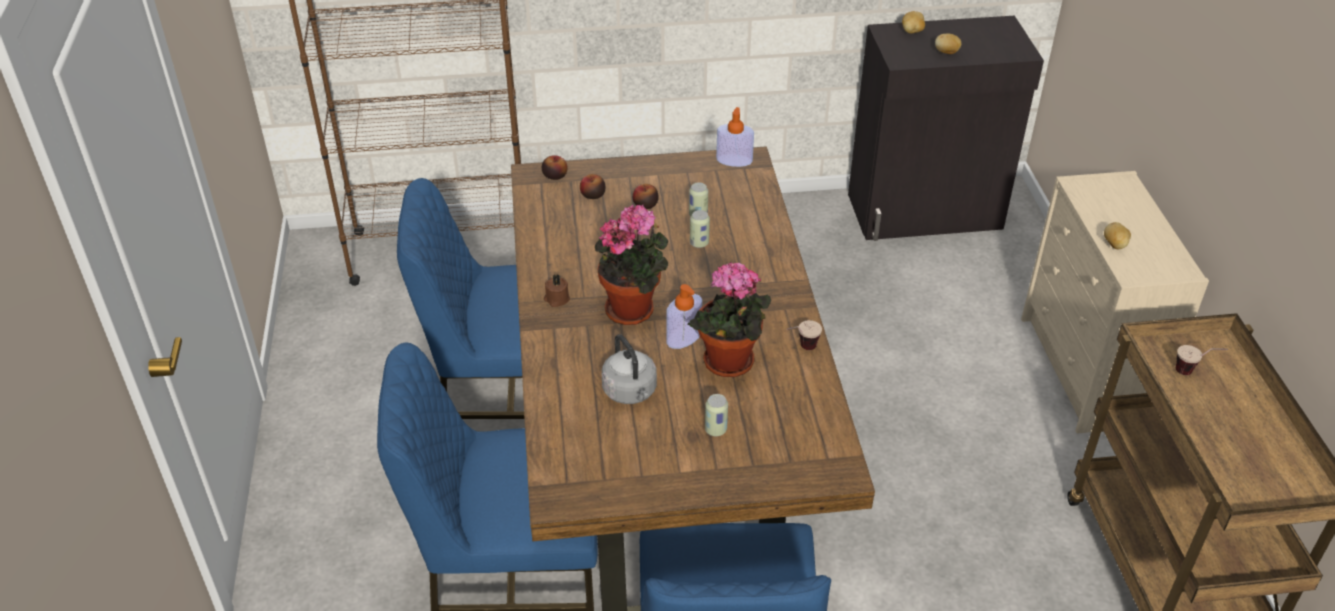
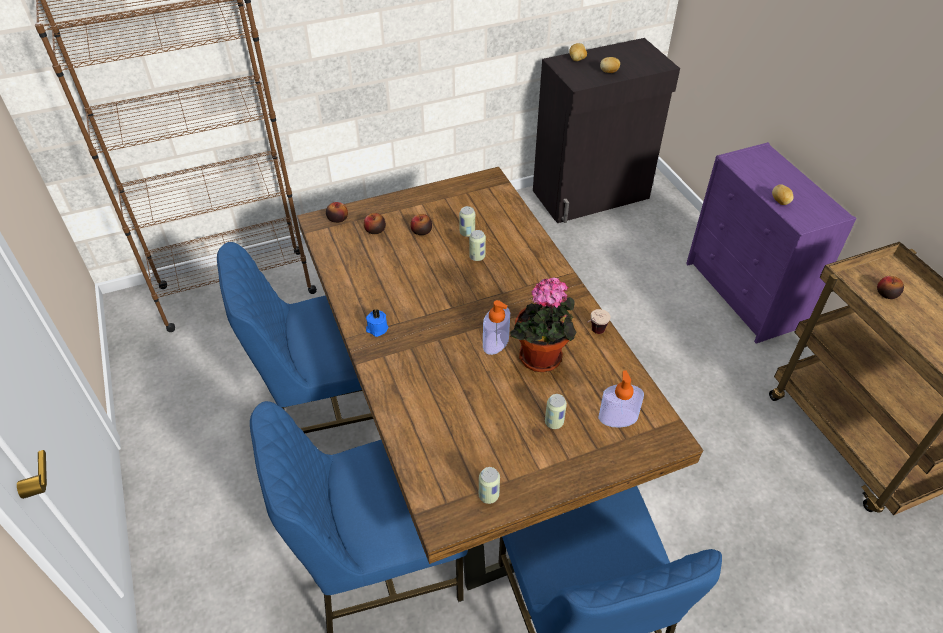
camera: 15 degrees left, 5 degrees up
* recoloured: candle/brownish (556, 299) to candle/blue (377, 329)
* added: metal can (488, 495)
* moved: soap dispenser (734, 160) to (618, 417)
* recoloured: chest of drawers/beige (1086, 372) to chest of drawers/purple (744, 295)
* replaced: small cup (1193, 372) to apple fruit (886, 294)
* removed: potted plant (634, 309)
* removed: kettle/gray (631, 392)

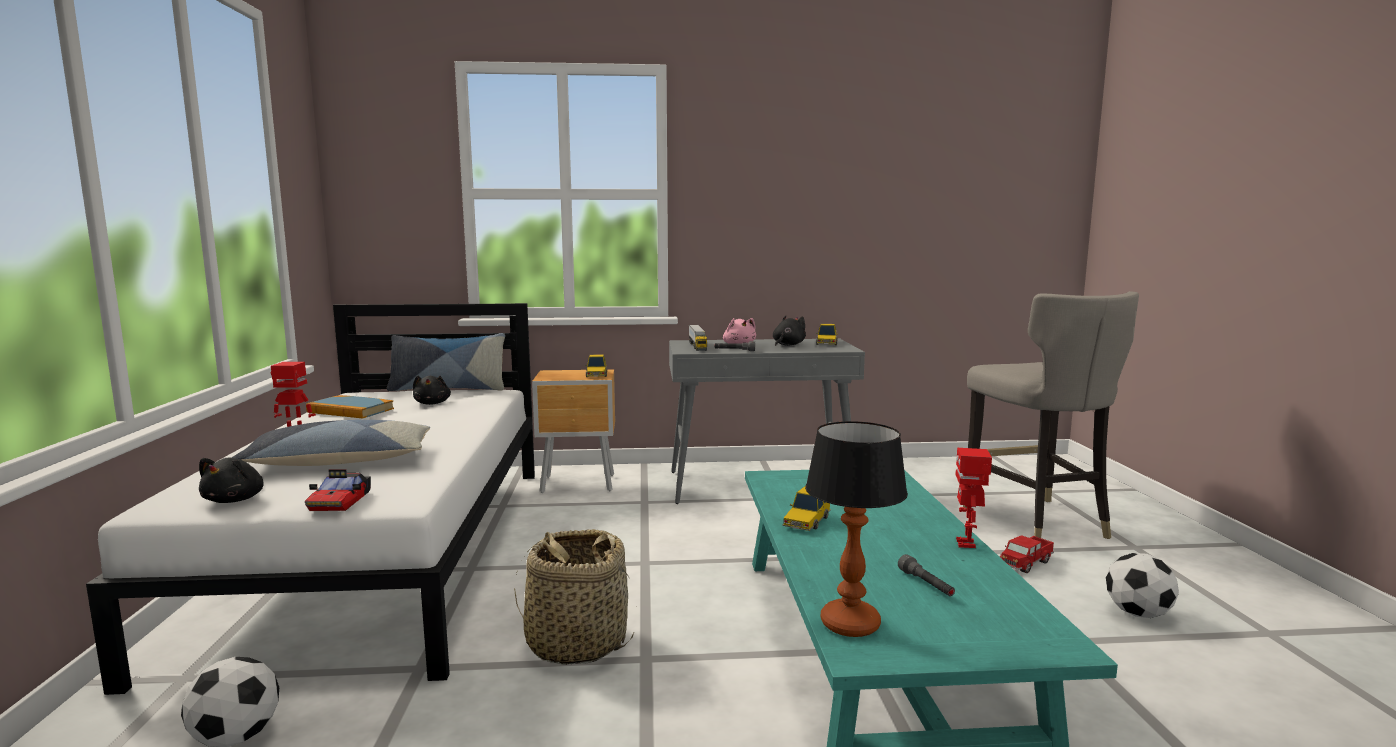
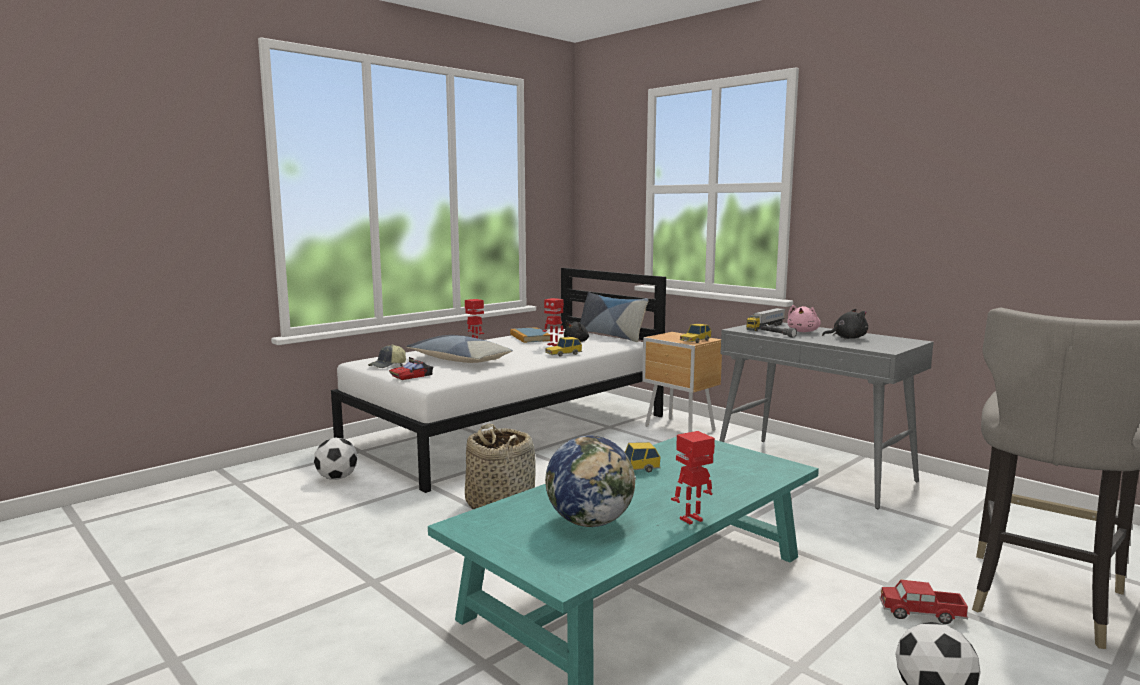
camera: 50 degrees right, 0 degrees up
* replaced: plush toy/black (236, 500) to cap (388, 365)
* added: model robot (553, 344)
* moved: toy car (826, 343) to (563, 354)
* replaced: flashlight/gray (926, 584) to world globe (590, 522)
* removed: lamp for a table (848, 624)

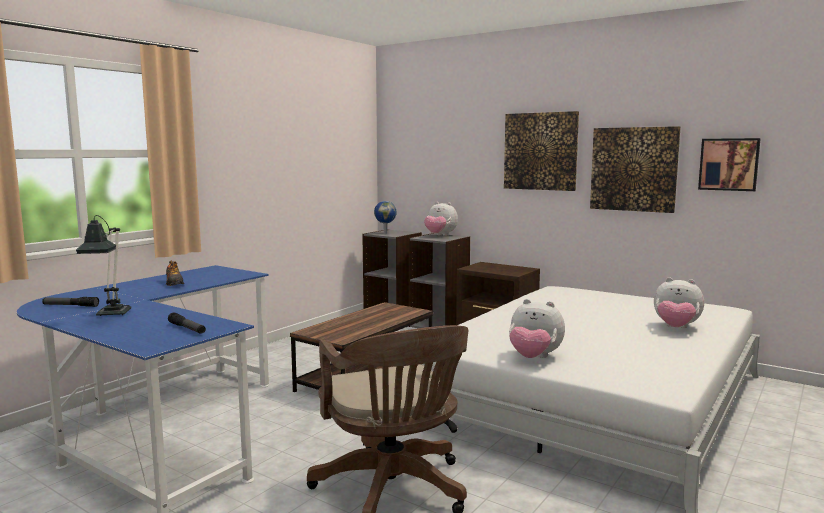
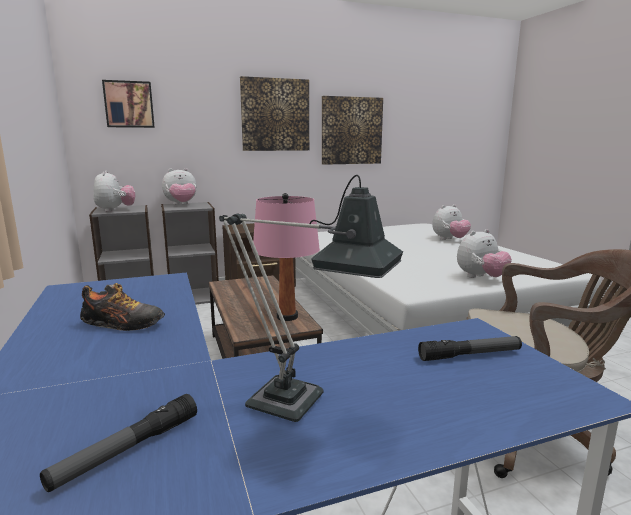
camera: 55 degrees left, 5 degrees up
* replaced: world globe (385, 233) to plush toy (115, 210)
* moved: wall picture (729, 164) to (129, 104)
* added: lamp for a table/pink-coloured (287, 317)

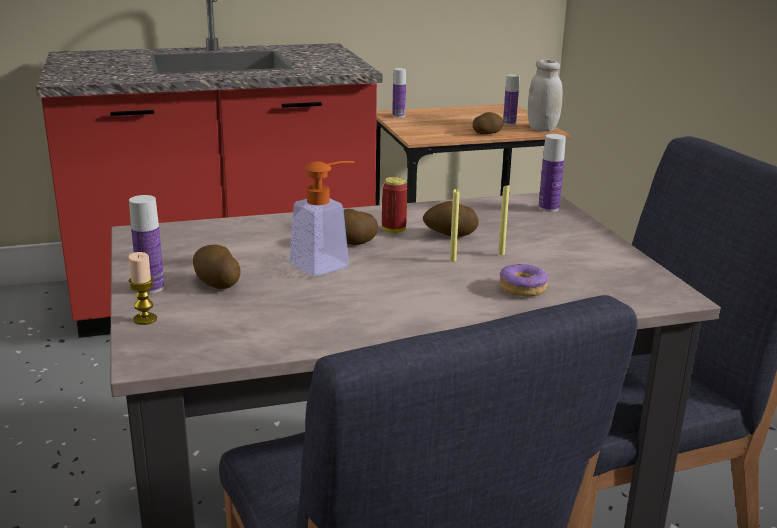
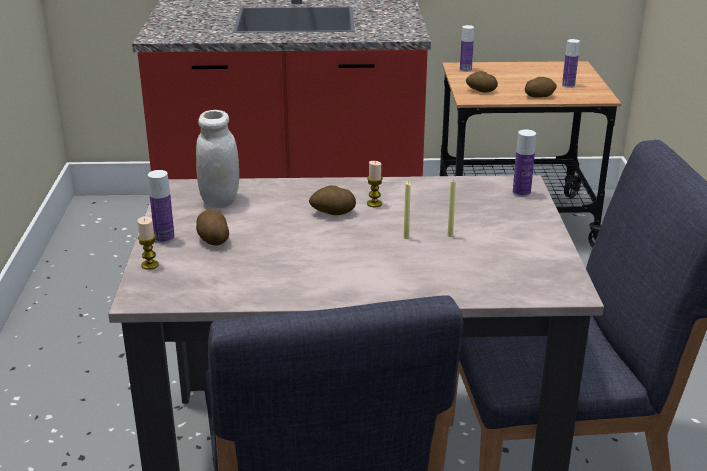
camera: 15 degrees right, 5 degrees up
* moved: jar/white (542, 129) to (220, 200)
* replaced: metal can (393, 230) to candle (374, 204)
* moved: potato (450, 234) to (481, 91)
* removed: soap dispenser (327, 263)
* removed: doughnut (523, 288)

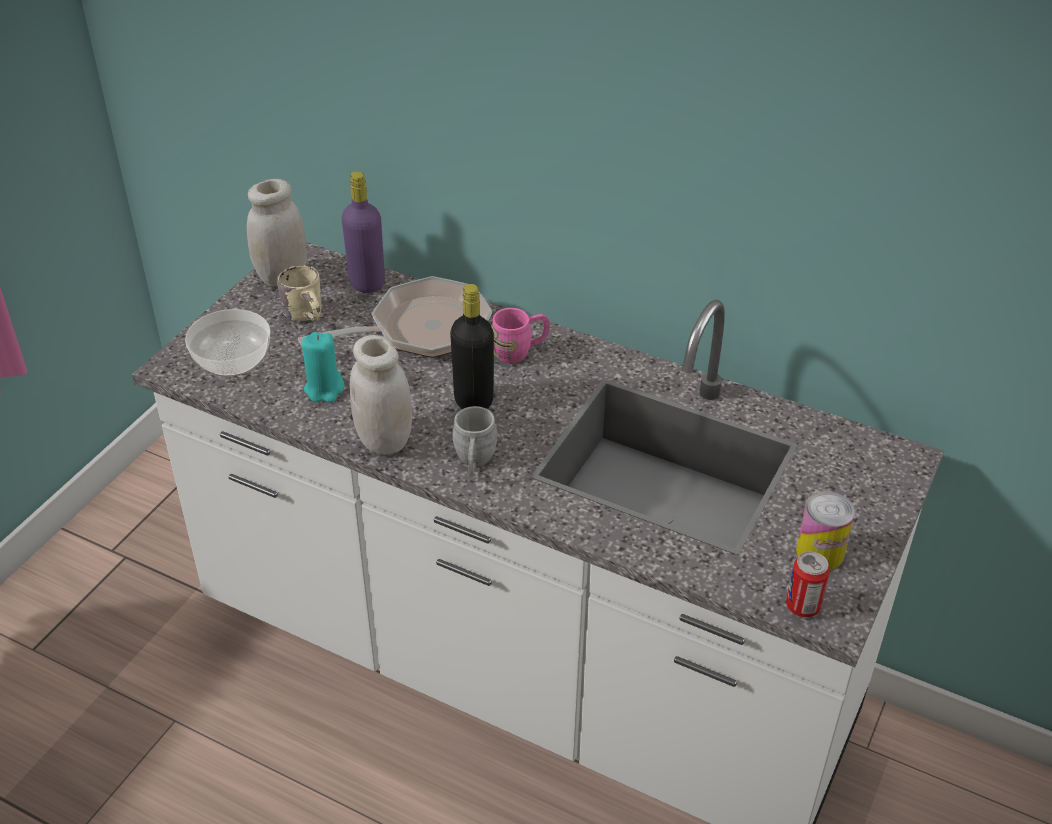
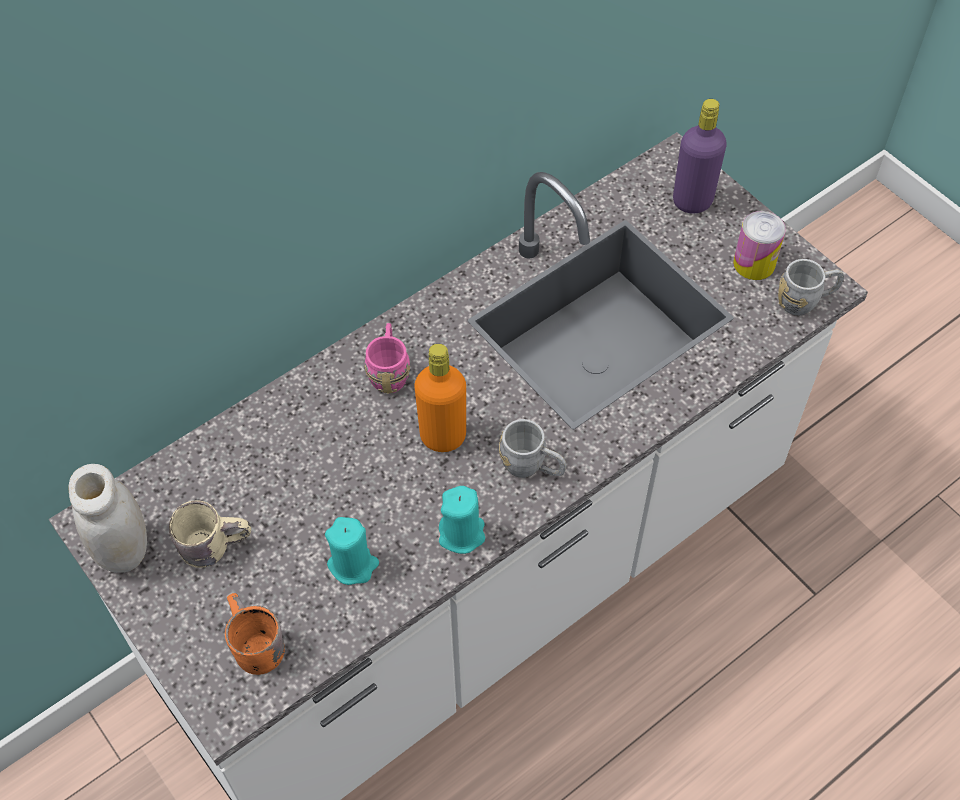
camera: 65 degrees left, 15 degrees up
* replaced: deep dish (231, 360) to tea mug/orangey (251, 645)
* recoloured: bottle/black (473, 400) to bottle/orangey (443, 436)
* replaced: jar/white (384, 440) to candle/turquoise-coloured (462, 534)
* moved: bottle/purple (367, 283) to (692, 201)
* replaced: metal can (802, 606) to tea mug/gray (806, 301)
* removed: skillet (420, 330)

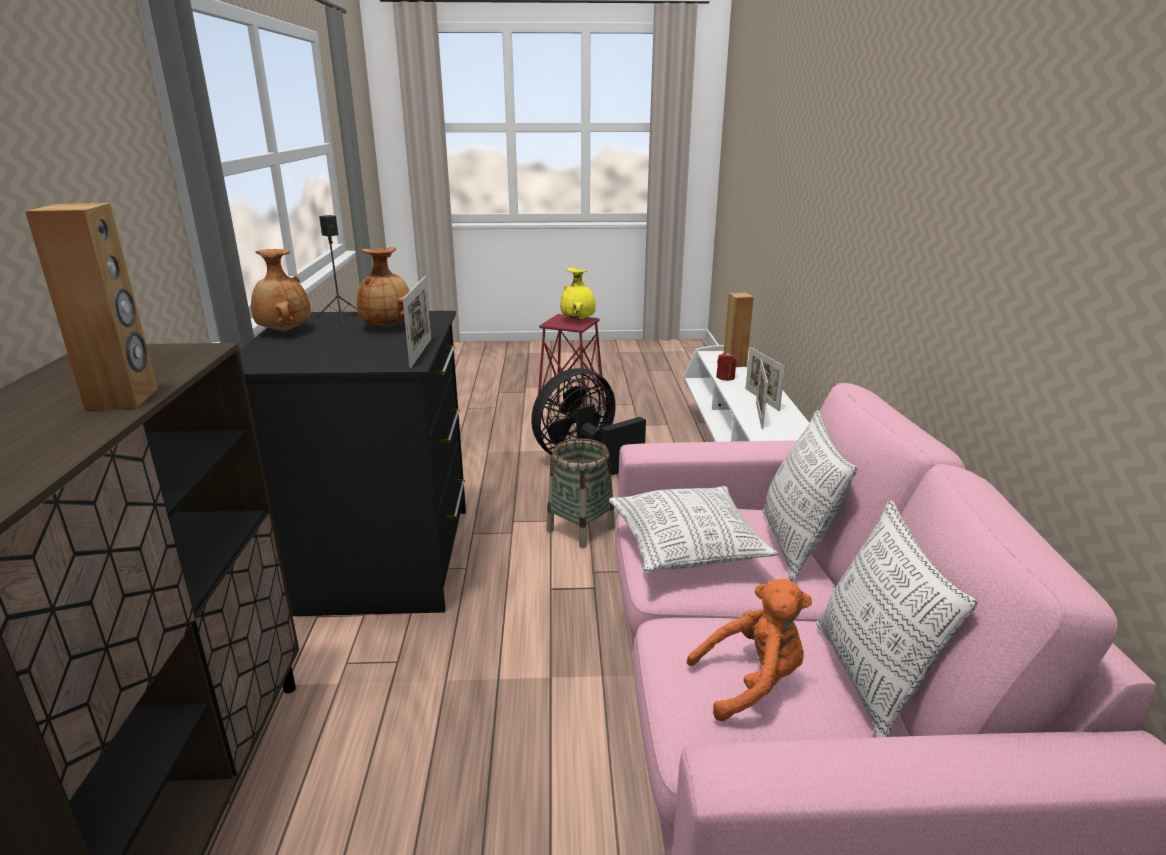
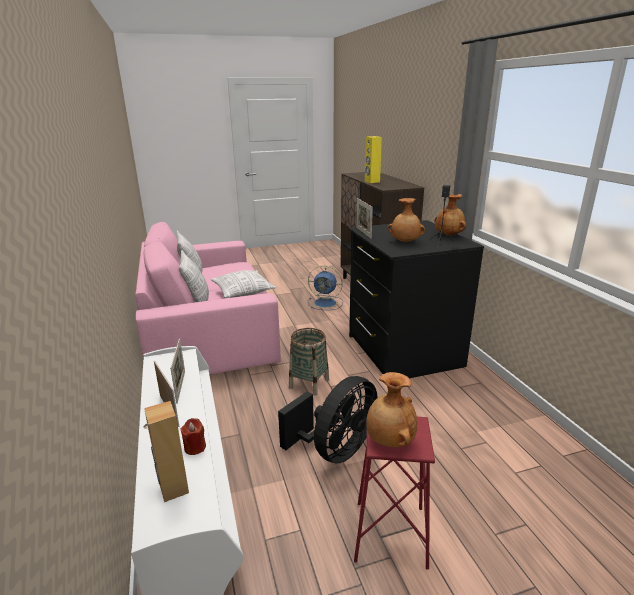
camera: 165 degrees right, 0 degrees up
* added: fan/blue (326, 303)
* recoloured: audio speaker/brownish (123, 399) to audio speaker/yellow-coloured (372, 181)
* recoloured: vase/yellow-coloured (578, 320) to vase/brownish (389, 440)
* removed: plush toy/orangey (751, 682)

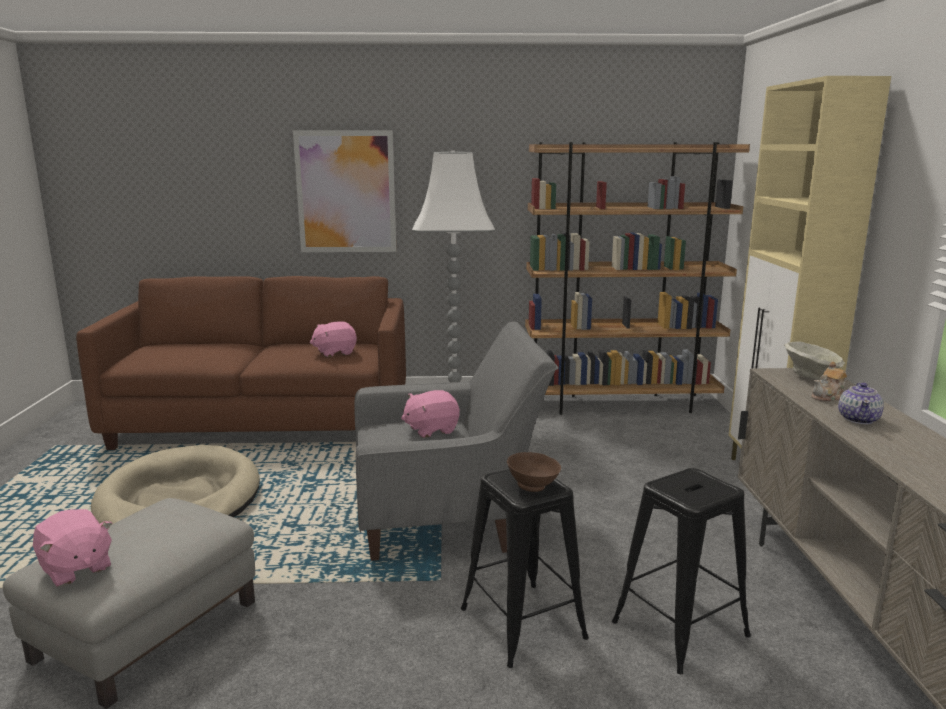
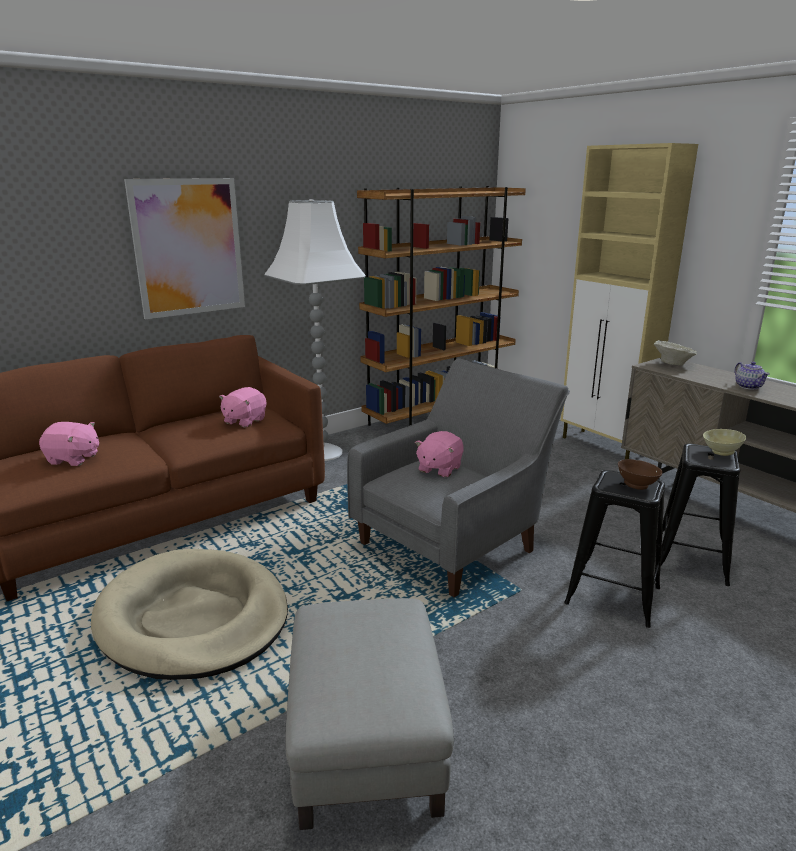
camera: 35 degrees left, 5 degrees up
* moved: plush toy/pink-coloured (75, 569) to (73, 459)
* added: deep dish/beige (720, 452)
* removed: teapot (828, 397)

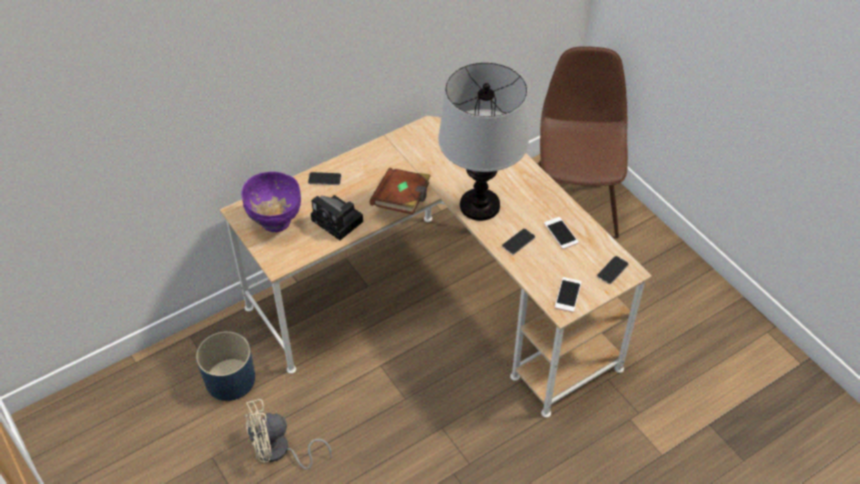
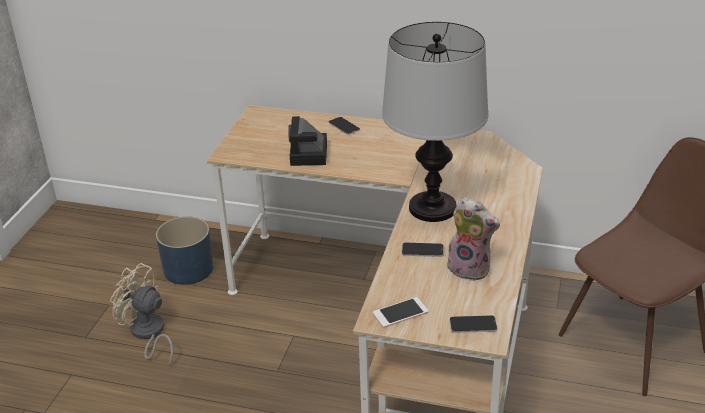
camera: 50 degrees right, 15 degrees down
* replaced: telephone (561, 233) to plush toy (471, 268)
* removed: deep dish/purple (275, 222)
* removed: bound book/brownish (402, 200)

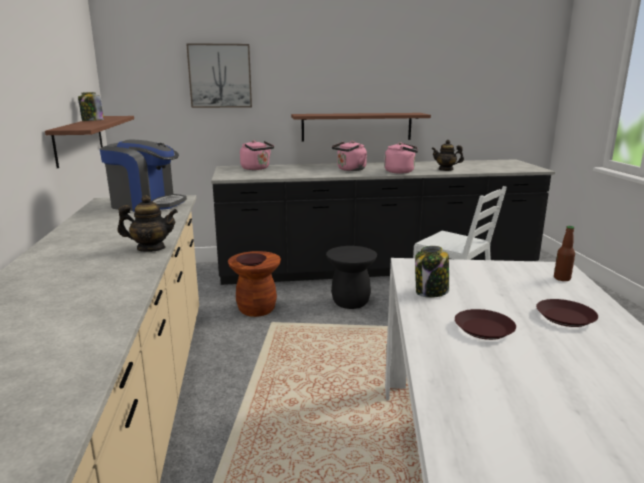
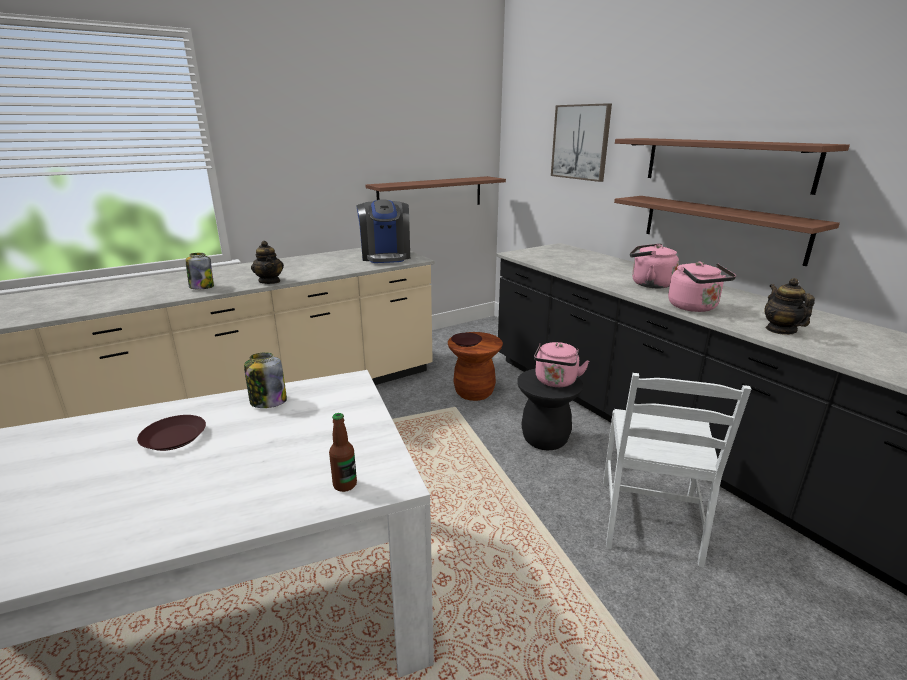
camera: 65 degrees right, 5 degrees up
* moved: jar (92, 121) to (202, 287)
* moved: kettle/pink-coloured (257, 169) to (556, 382)
* added: bracket shelf (725, 163)
* removed: dinner plate/brownish (566, 317)

